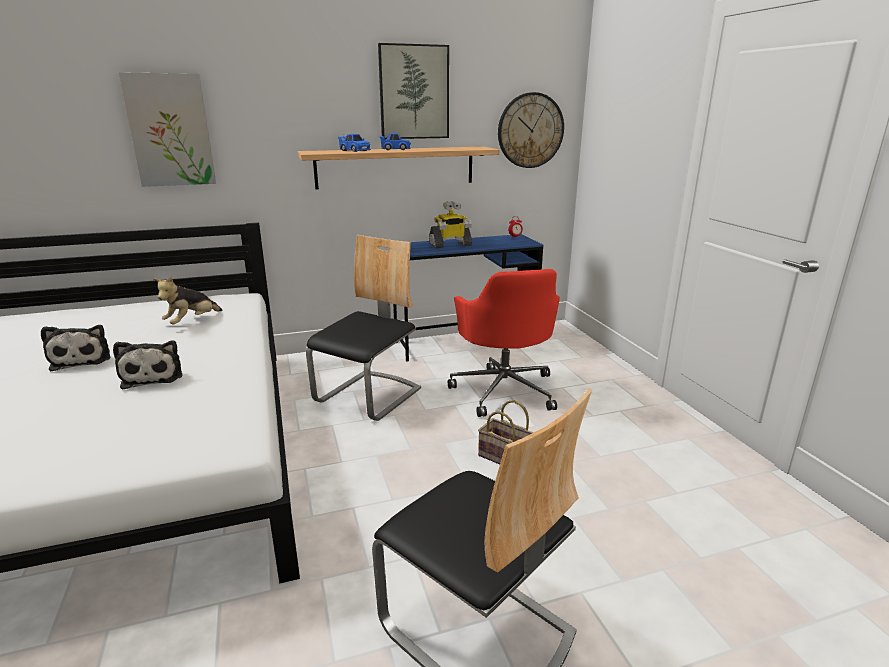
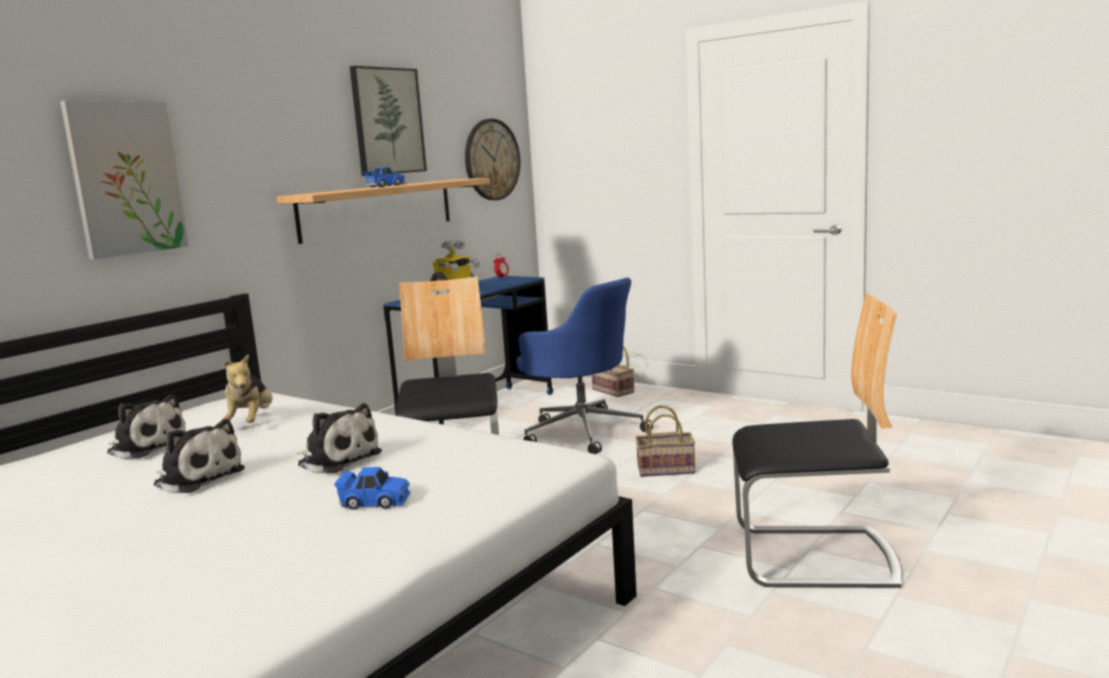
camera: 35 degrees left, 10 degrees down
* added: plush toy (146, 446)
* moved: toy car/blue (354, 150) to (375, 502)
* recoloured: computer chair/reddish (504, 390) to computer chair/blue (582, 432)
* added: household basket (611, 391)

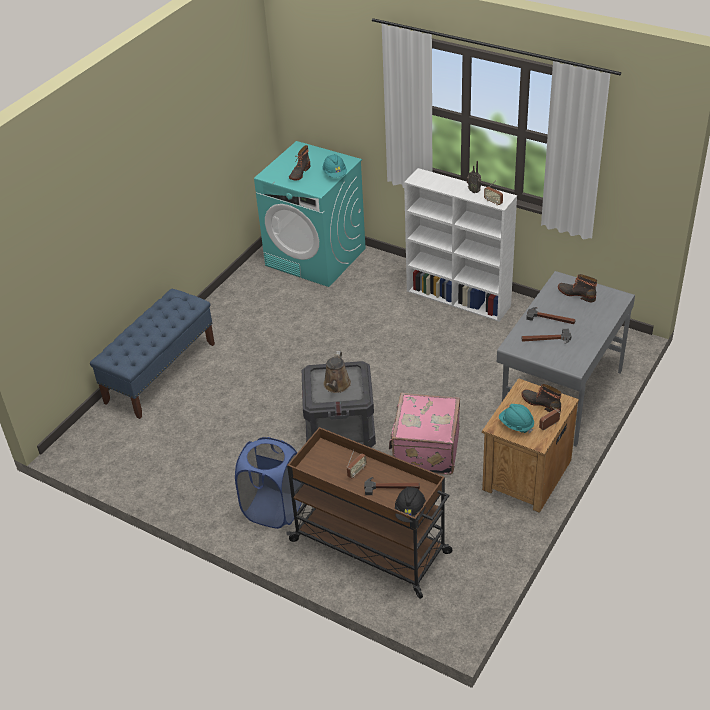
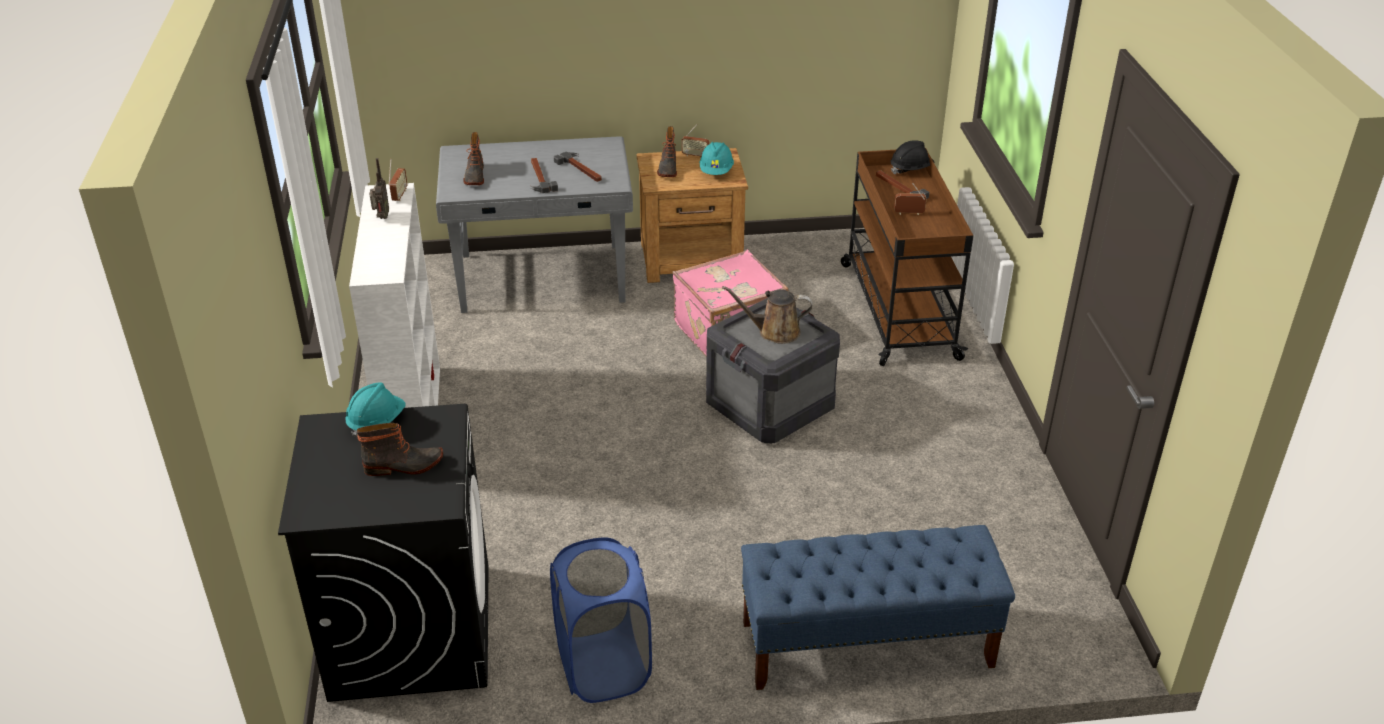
camera: 130 degrees left, 5 degrees down
* recoloured: washing machine/turquoise-coloured (316, 257) to washing machine/black (411, 630)
* moved: hamper/blue (273, 509) to (603, 667)
* turned: watering can/brownish (336, 386) = (774, 332) 150 degrees counterclockwise

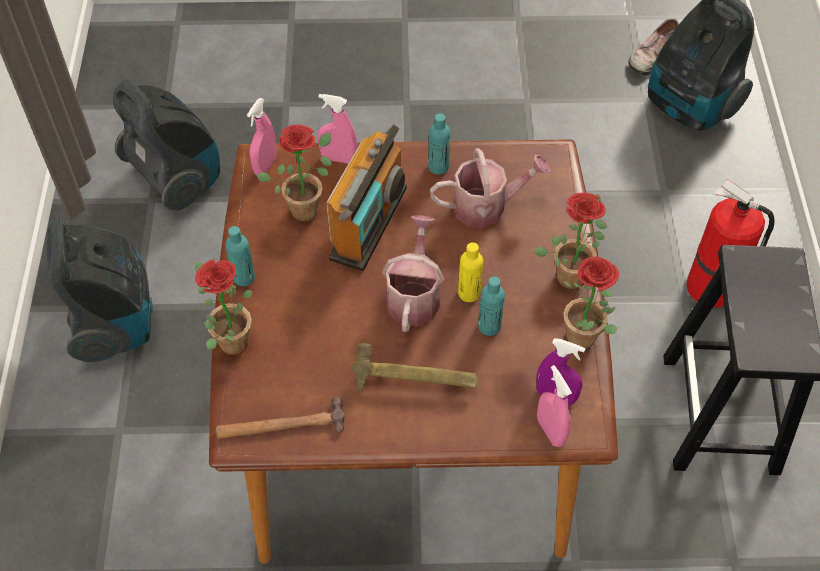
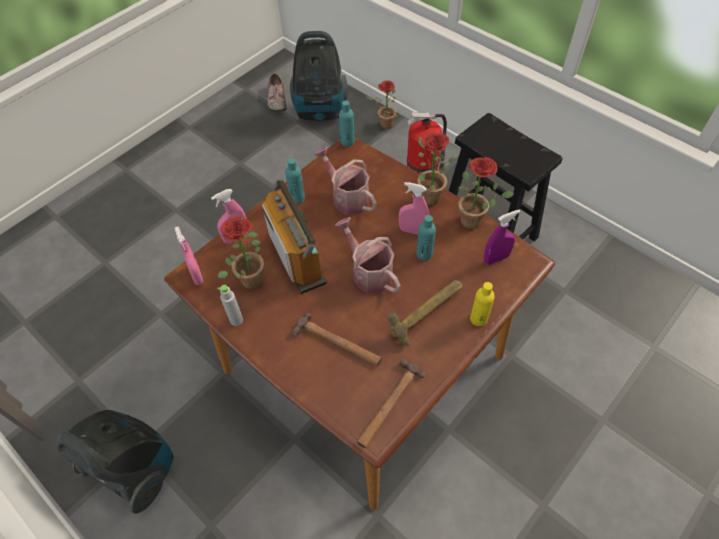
camera: 45 degrees left, 0 degrees up
* added: bottle/gray (236, 320)
* added: tool hammer (338, 343)
* turned: watering can (487, 206) = (347, 197) 75 degrees counterclockwise
* moved: bottle/turquoise-coloured (244, 277) to (347, 141)
* moved: potted plant (228, 339) to (383, 125)
* moved: sprayer/pink-coloured (550, 431) to (412, 231)
* moved: bottle/yellow-coloured (469, 293) to (478, 319)
* removed: vacuum cleaner (177, 178)

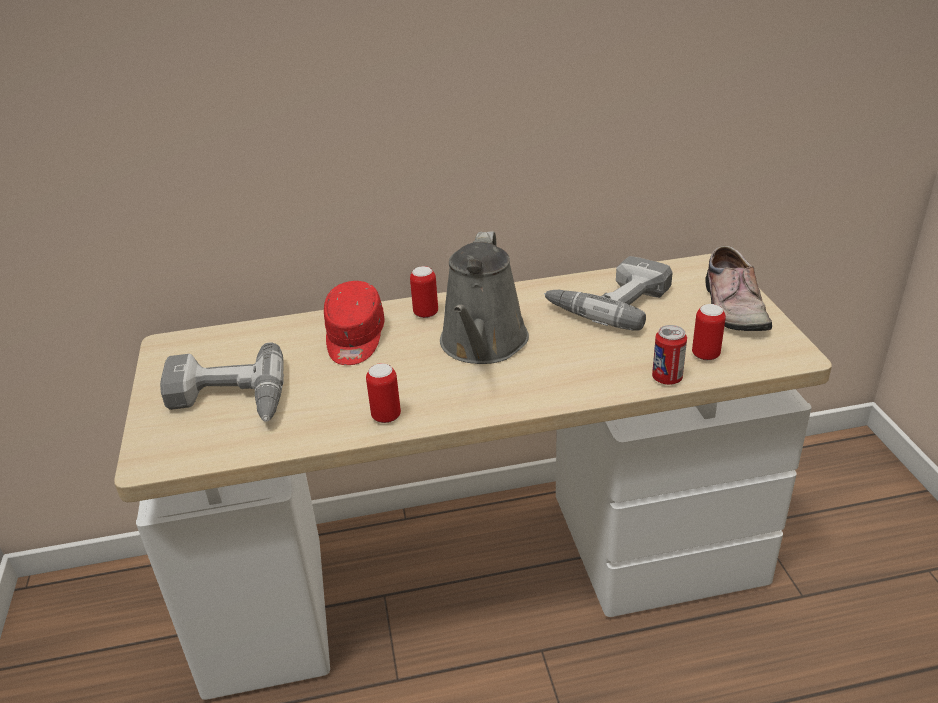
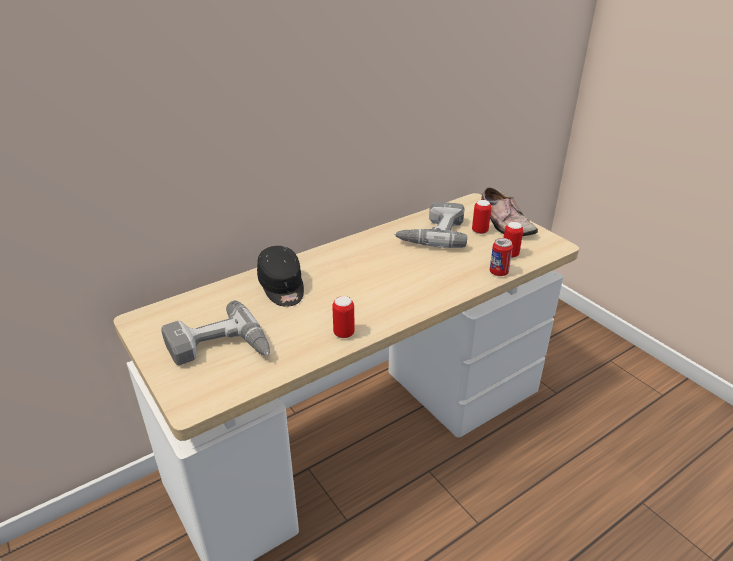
camera: 25 degrees left, 0 degrees up
* recoloured: cap/reddish (354, 339) to cap/black (282, 287)
* moved: metal can (426, 313) to (479, 231)
* removed: watering can/gray (483, 345)

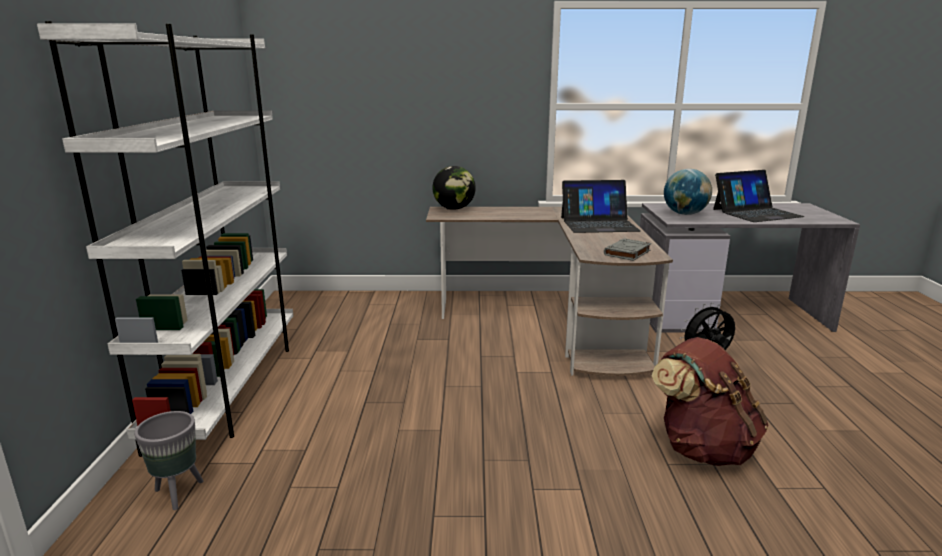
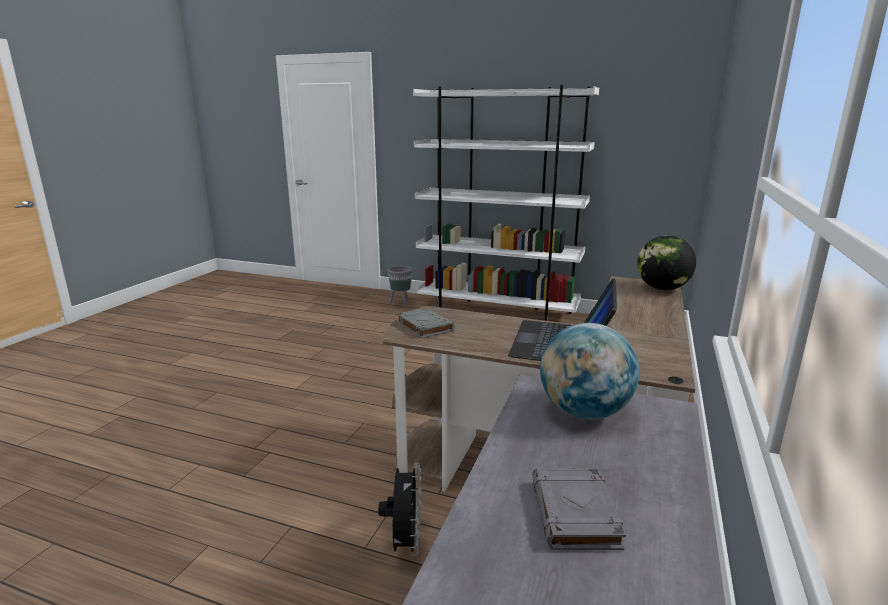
camera: 110 degrees right, 0 degrees up
* replaced: notebook computer (756, 213) to bound book/gray (575, 514)
* removed: knapsack/brownish (702, 448)

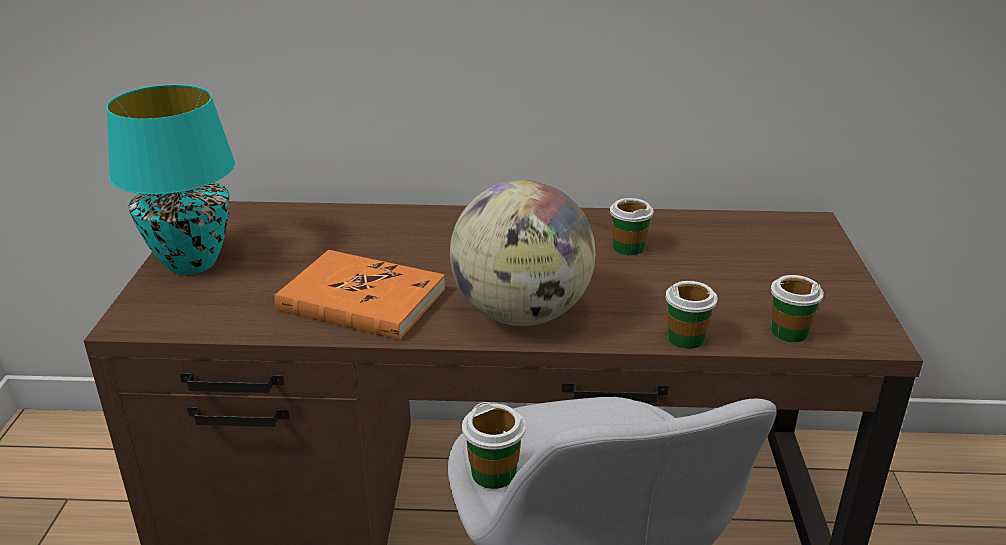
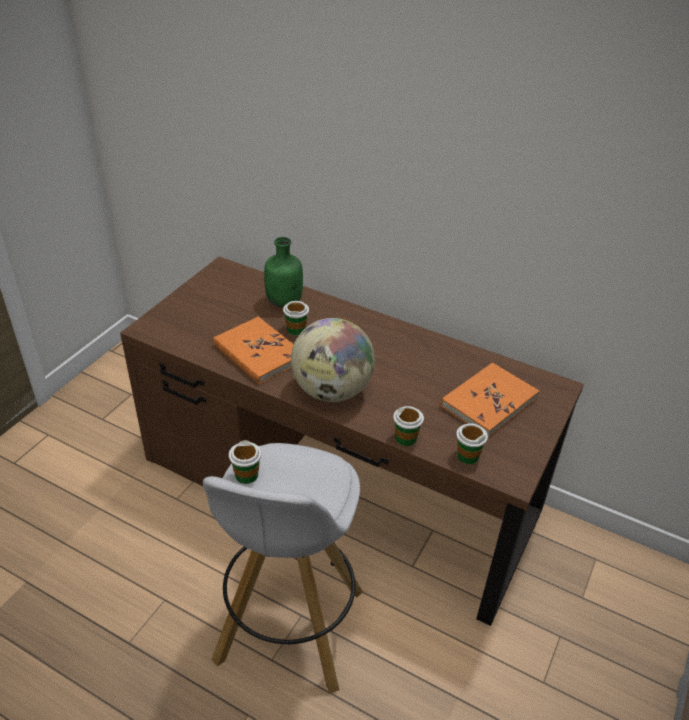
camera: 25 degrees right, 10 degrees up
* added: bottle/green-coloured (285, 301)
* moved: small cup (628, 248) to (296, 329)
* added: bound book/orangey (488, 402)
* removed: lamp for a table/turquoise-coloured (192, 263)

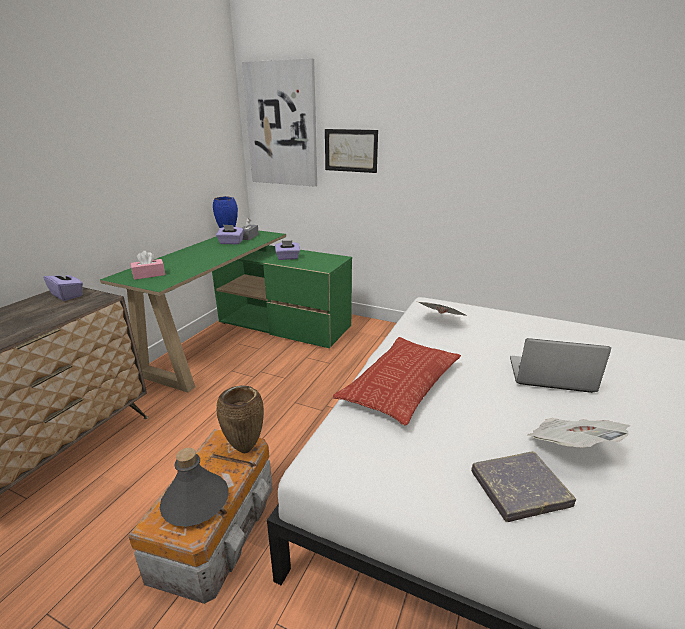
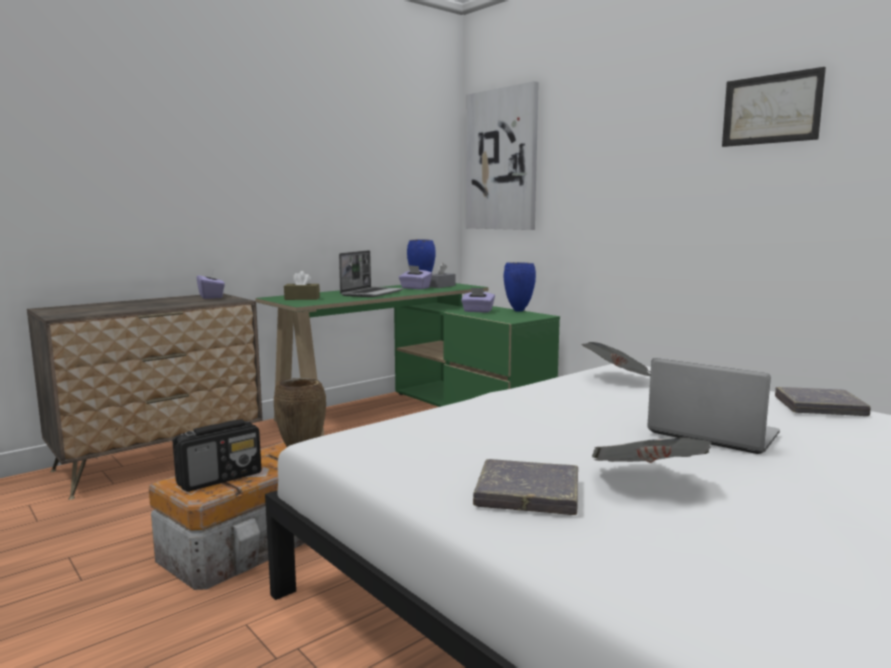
camera: 25 degrees right, 15 degrees down
* replaced: bottle/gray (195, 502) to radio set (220, 478)
* recoloured: tissue holder/pink-coloured (149, 275) to tissue holder/brownish (302, 298)
* added: notebook computer (372, 293)
* added: vase/blue (519, 311)
* moved: wall picture (351, 150) to (771, 109)
* added: bound book/gray (819, 407)
* removed: pillow (401, 384)

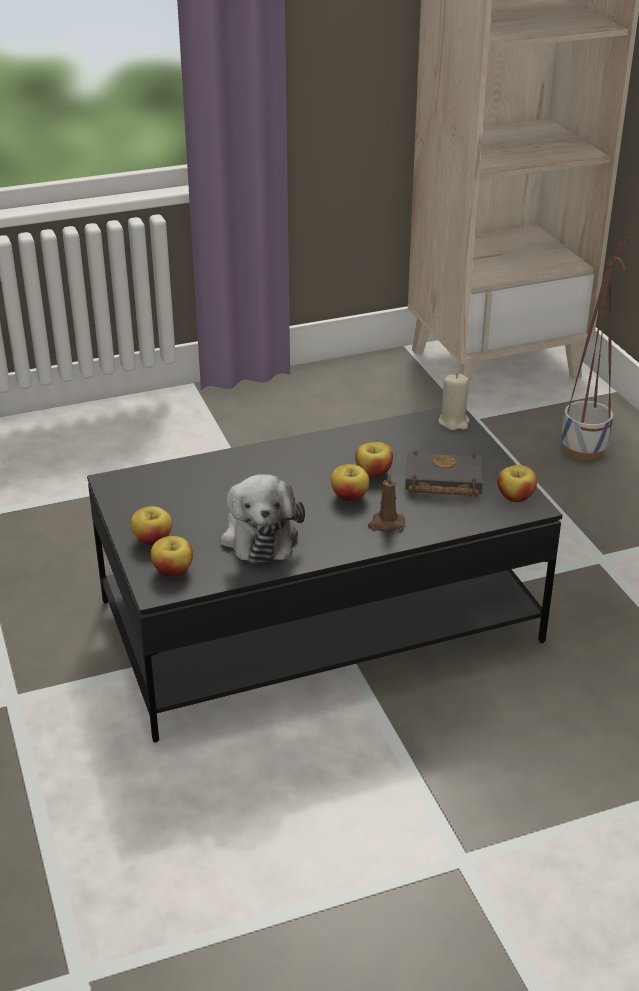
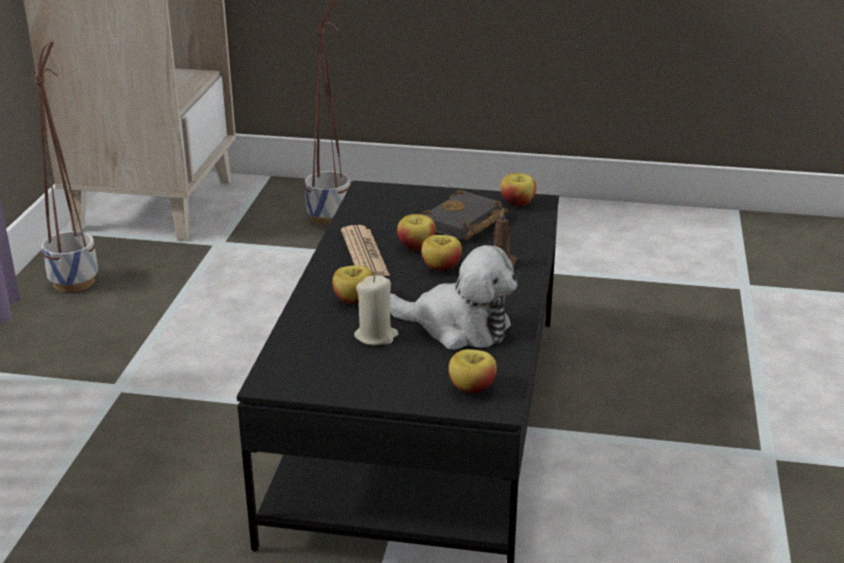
camera: 60 degrees left, 5 degrees down
* added: flower pot (74, 281)
* moved: apple fruit (153, 539) to (353, 299)
* added: daily paper (364, 253)
* moved: candle/beige (454, 422) to (376, 336)

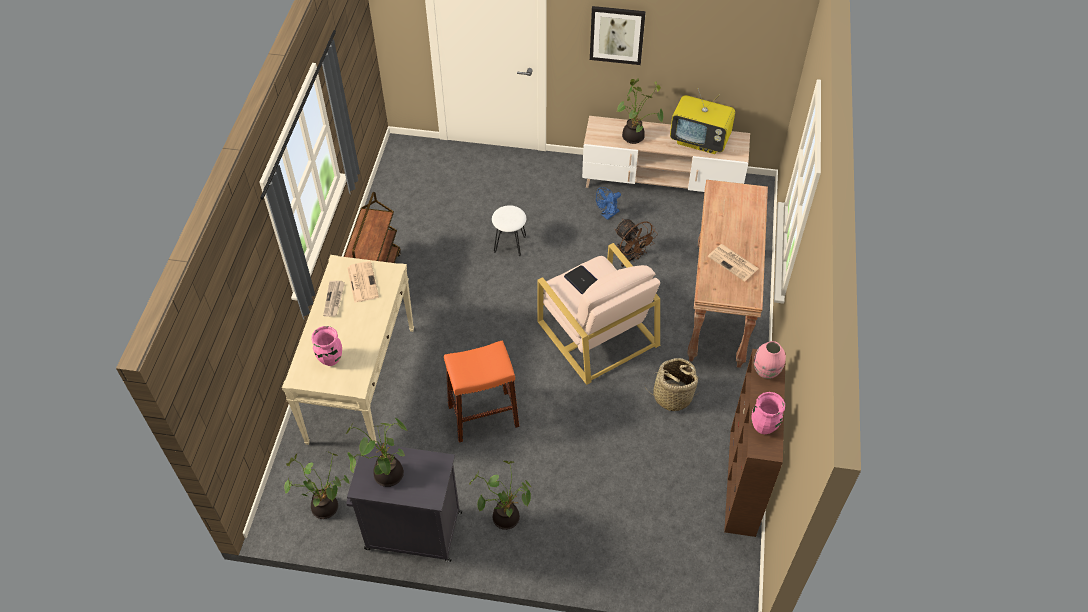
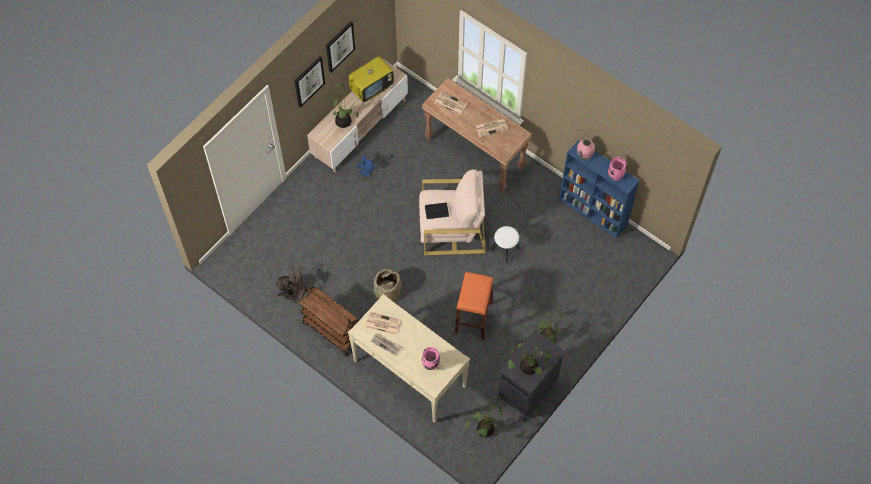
camera: 60 degrees left, 10 degrees up
* moved: fan/brownish (631, 258) to (293, 293)
* added: wall picture (339, 46)
* moved: household basket (672, 396) to (387, 292)
* added: daily paper (450, 103)
* moved: stool/white (510, 244) to (505, 250)
* recoloured: bookcase/brownish (742, 483) to bookcase/blue (593, 212)

